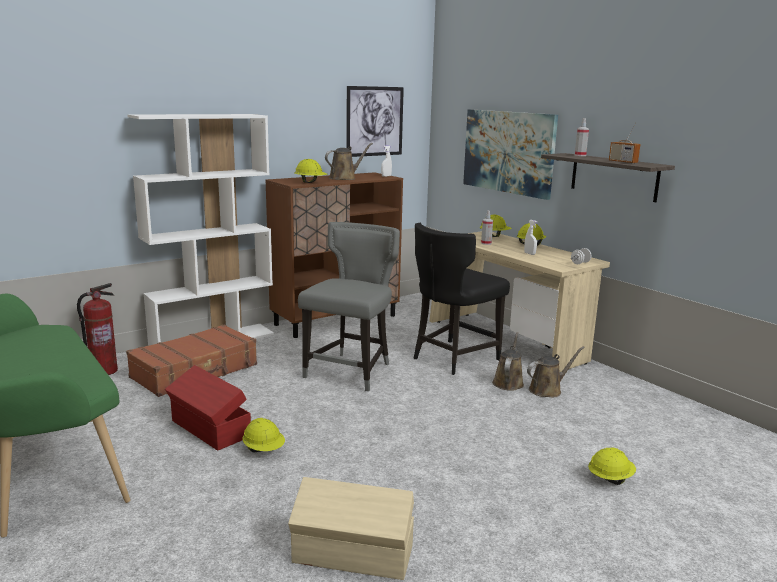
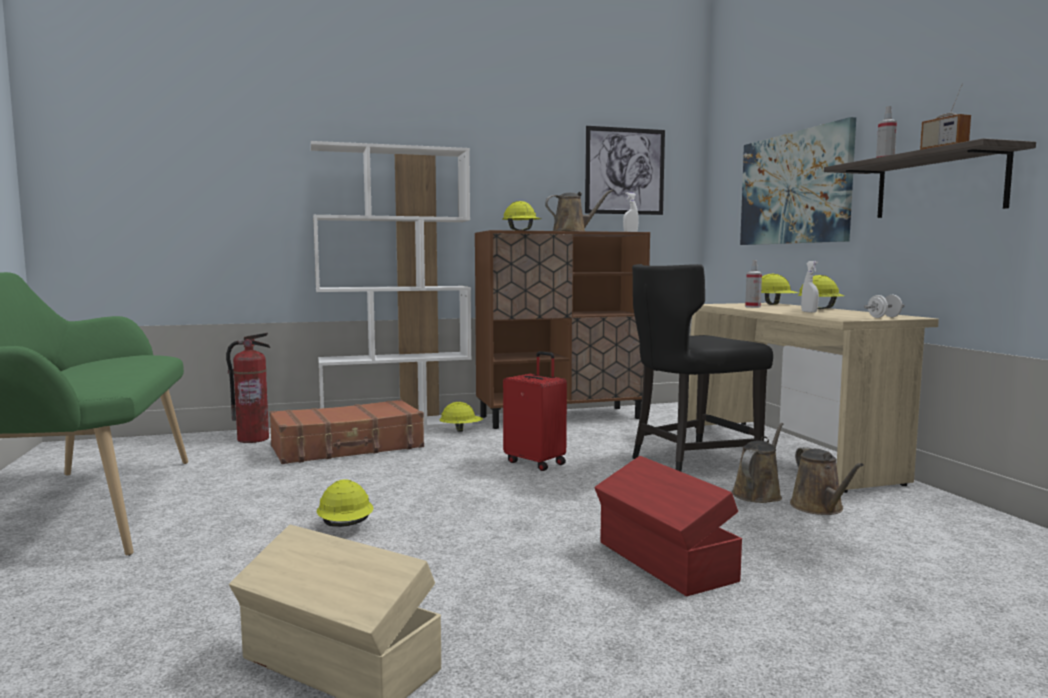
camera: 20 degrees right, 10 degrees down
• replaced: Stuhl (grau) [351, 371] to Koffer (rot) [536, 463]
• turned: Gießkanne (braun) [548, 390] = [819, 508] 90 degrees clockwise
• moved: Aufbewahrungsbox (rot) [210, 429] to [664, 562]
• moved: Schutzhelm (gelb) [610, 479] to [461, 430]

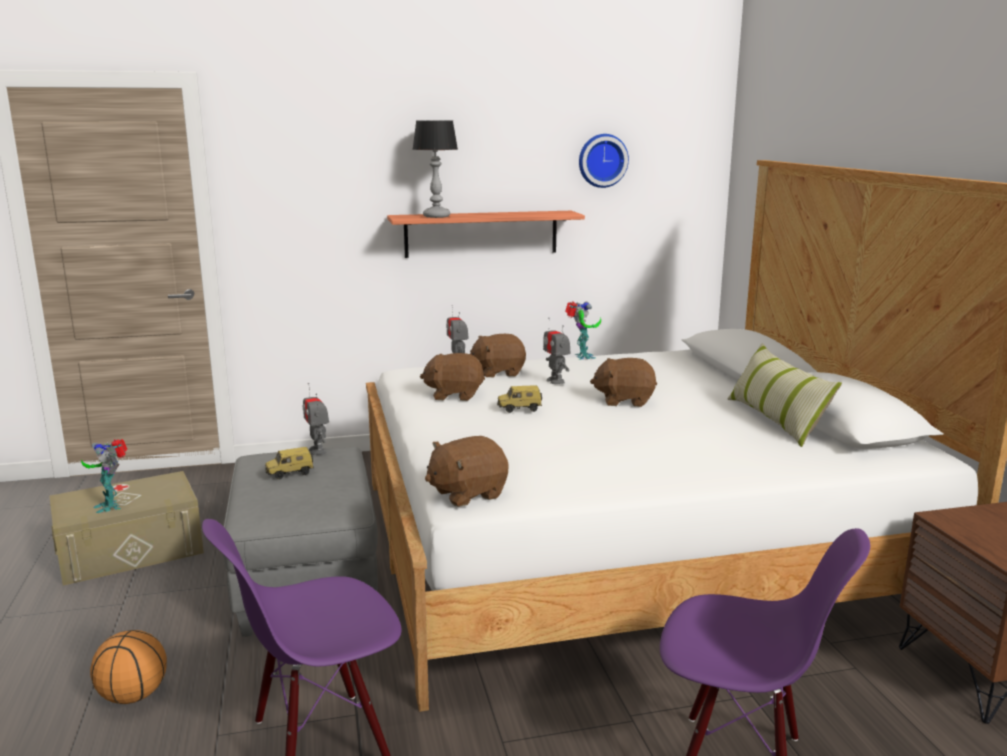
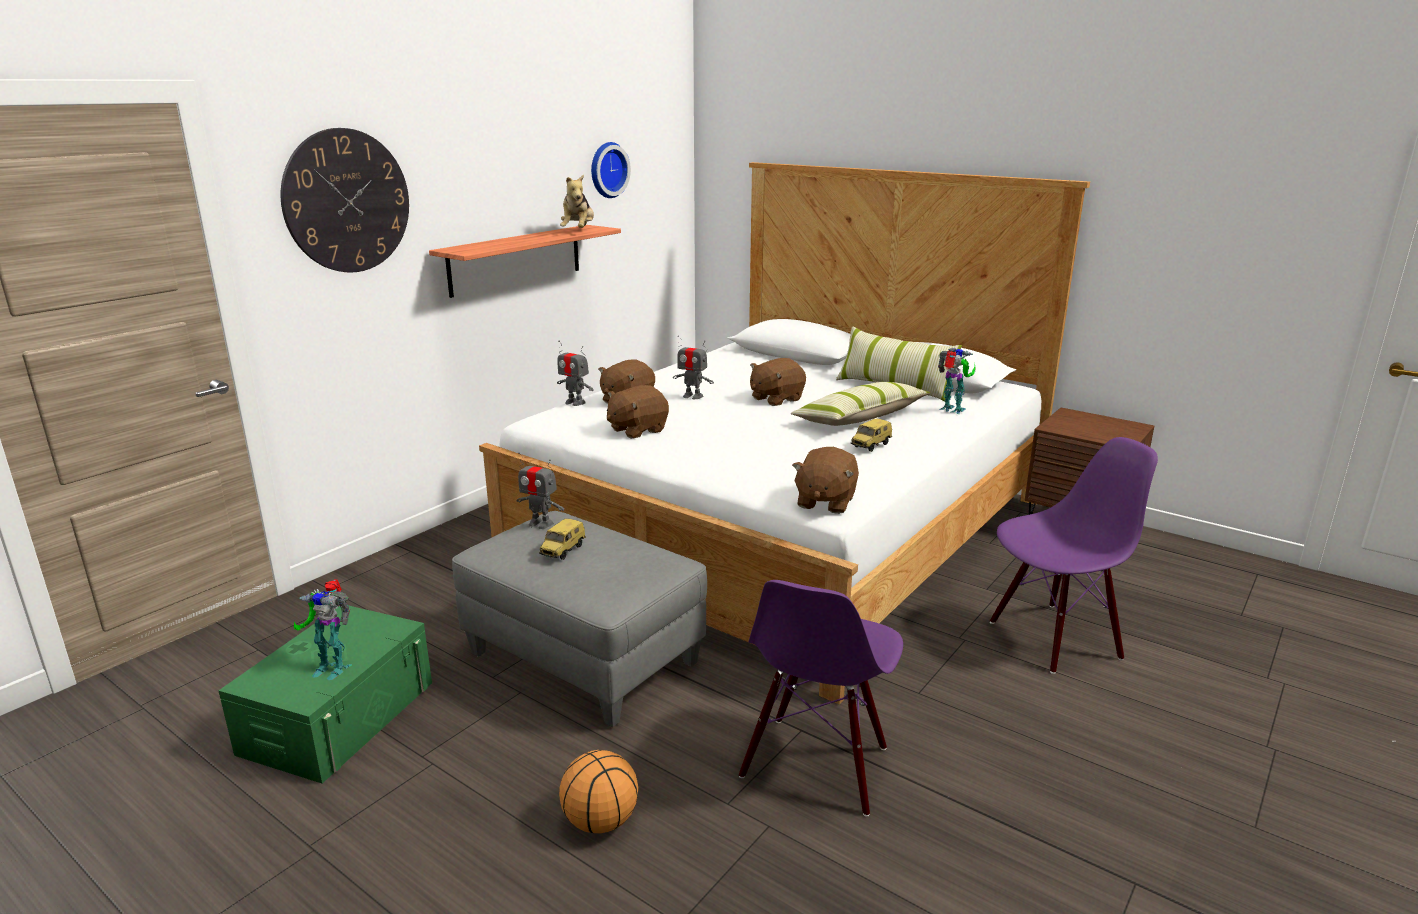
camera: 40 degrees left, 5 degrees up
• removed: Tischlampe [436, 216]
• moved: Spielzeugroboter [582, 357] to [952, 410]
• moved: Spielzeugauto [519, 409] to [871, 446]
• recoloured: Aufbewahrungsbox (beige) [130, 550] to Aufbewahrungsbox (grün) [338, 717]
• added: Wanduhr [347, 201]
• added: Plüschtier [578, 231]
• added: Kissen [860, 418]

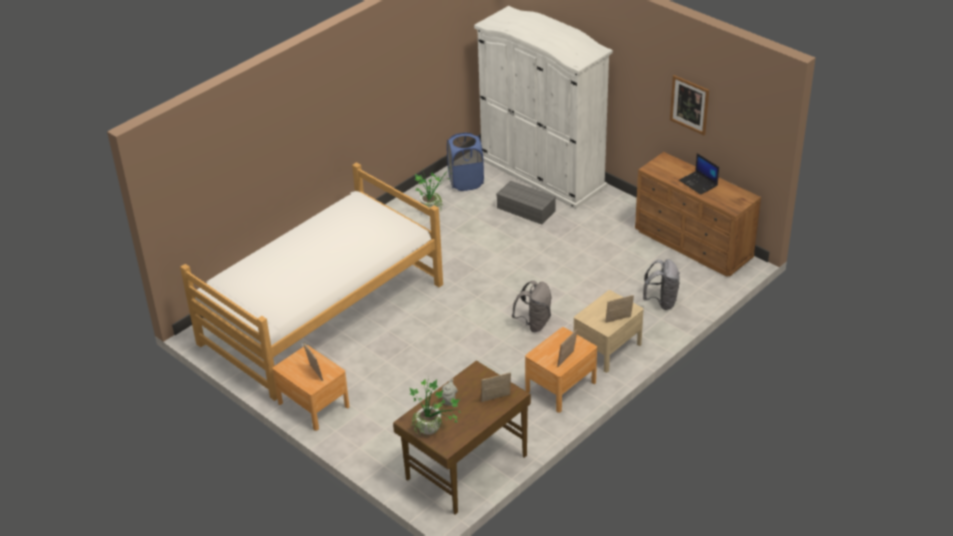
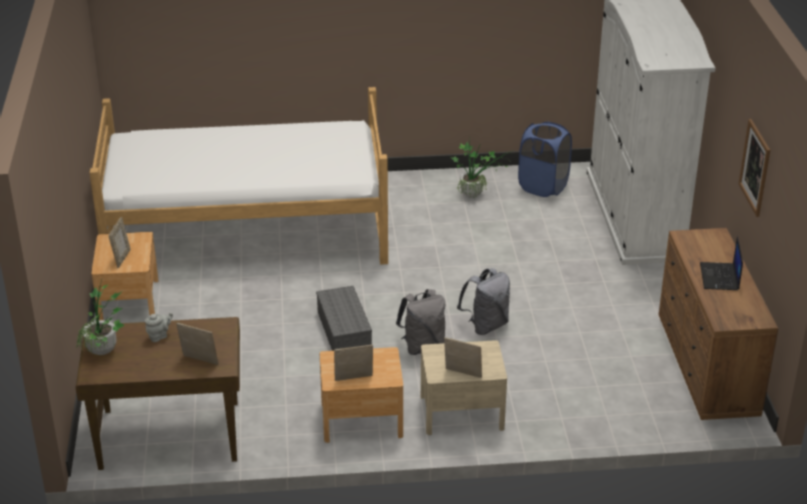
camera: 40 degrees right, 5 degrees down
• moved: Aufbewahrungsbox (grau) [527, 209] to [345, 331]
• moved: Rucksack (grau) [661, 302] to [486, 325]

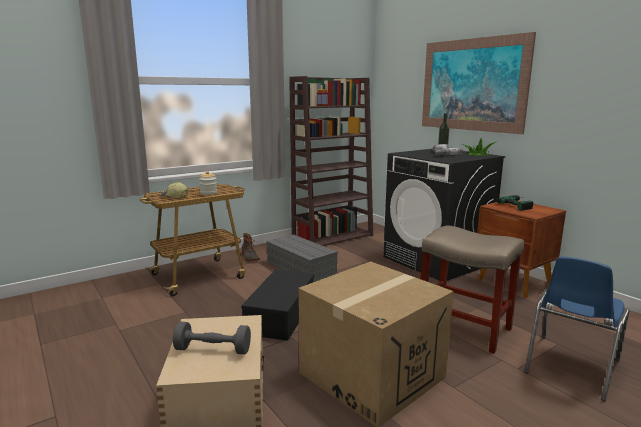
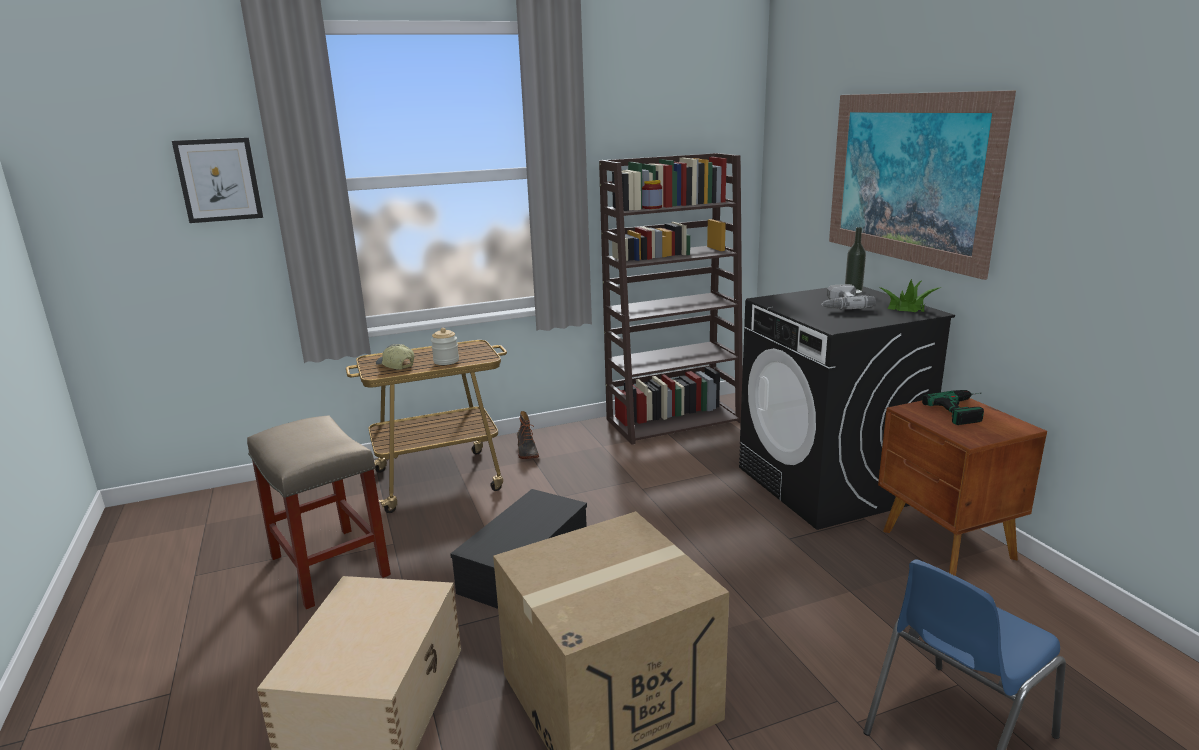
camera: 15 degrees right, 5 degrees up
• moved: Hocker (beige) [465, 328] to [330, 566]
• removed: Aufbewahrungsbox (grau) [302, 268]
• removed: Hantel (grau) [213, 350]
• added: Bild [219, 180]

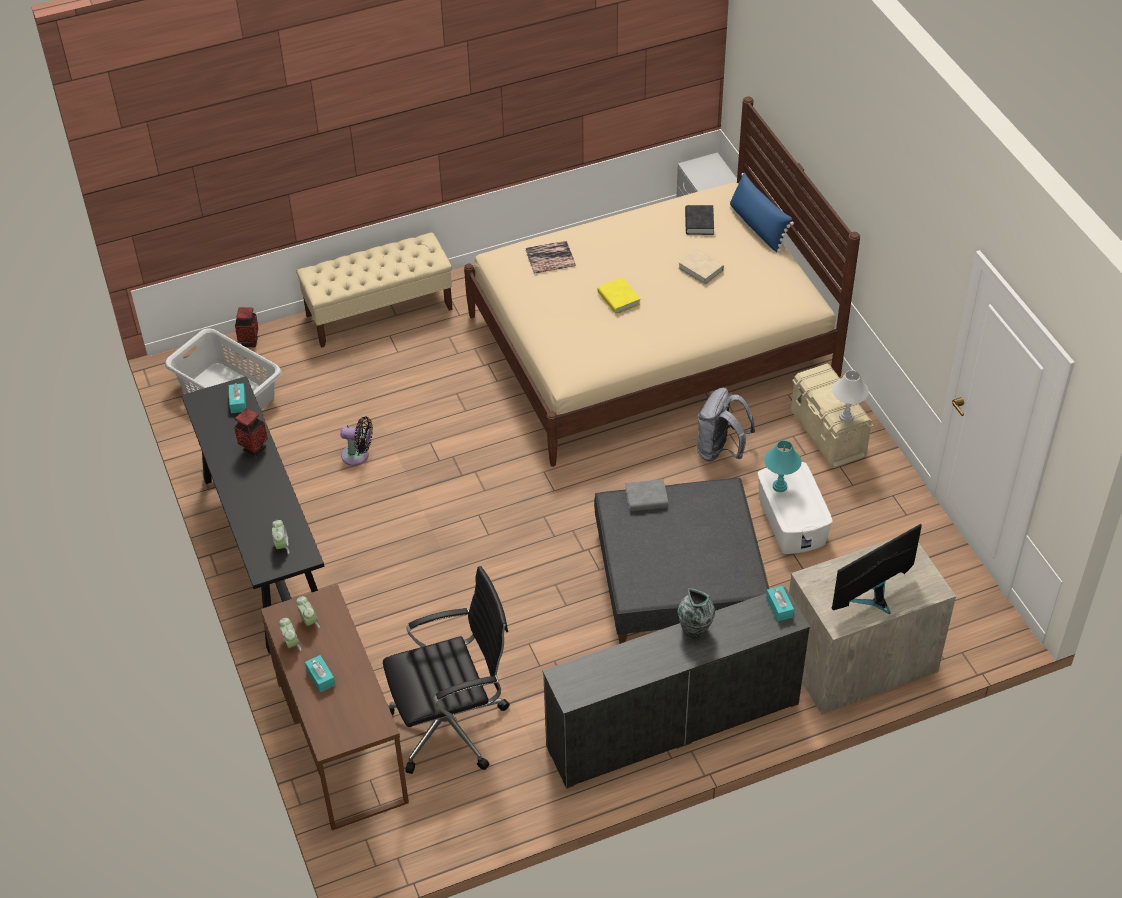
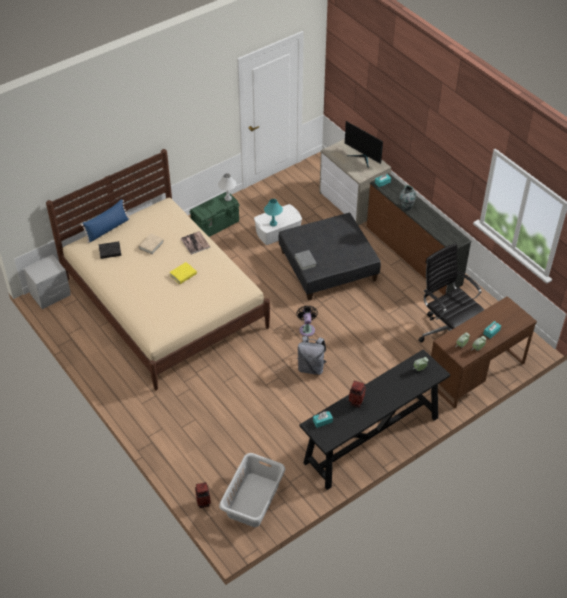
camera: 105 degrees left, 0 degrees up
• removed: Bank (beige) [379, 312]
• moved: Buch [550, 258] to [195, 243]
• recoloured: Aufbewahrungsbox (beige) [827, 434] to Aufbewahrungsbox (grün) [216, 226]
• moved: Rucksack (grau) [720, 451] to [311, 367]
• moved: Ventilator (schwarz) [358, 455] to [307, 329]

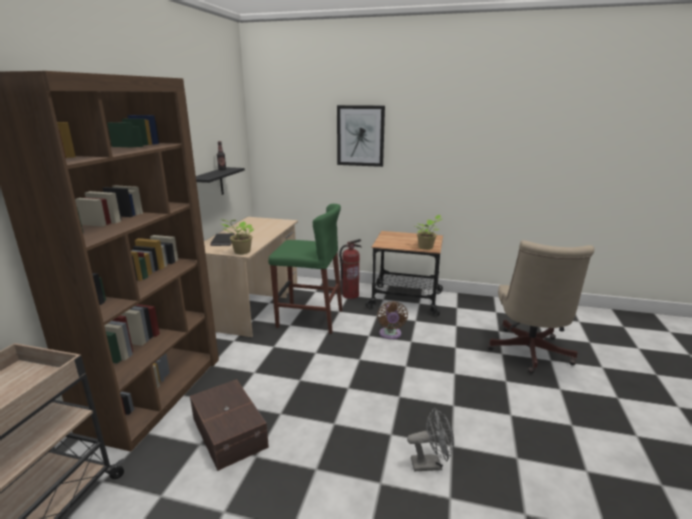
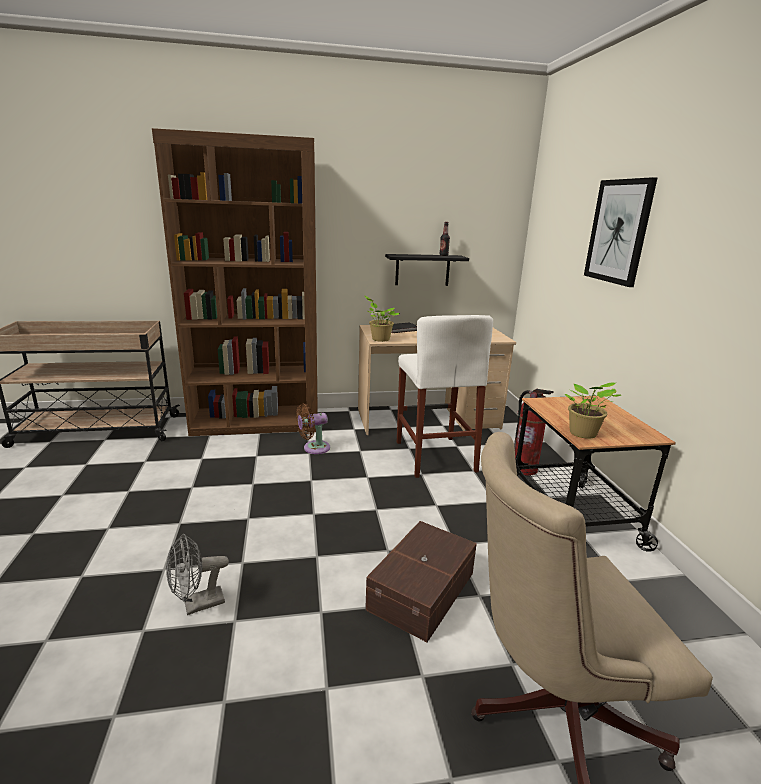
camera: 65 degrees right, 0 degrees up
• recoloured: Hocker (grün) [310, 318] to Hocker (weiß) [435, 456]
• moved: Ventilator (braun) [390, 335] to [313, 448]
• moved: Aufbewahrungsbox (braun) [230, 431] to [423, 591]
• turned: Ventilator (grau) [431, 464] = [197, 605] 90 degrees clockwise

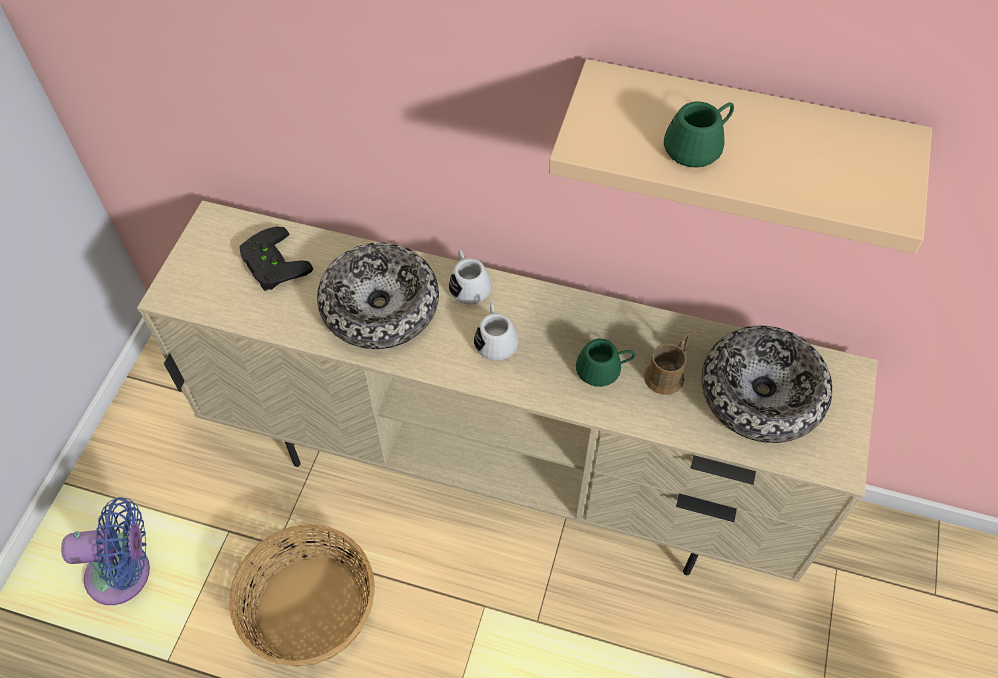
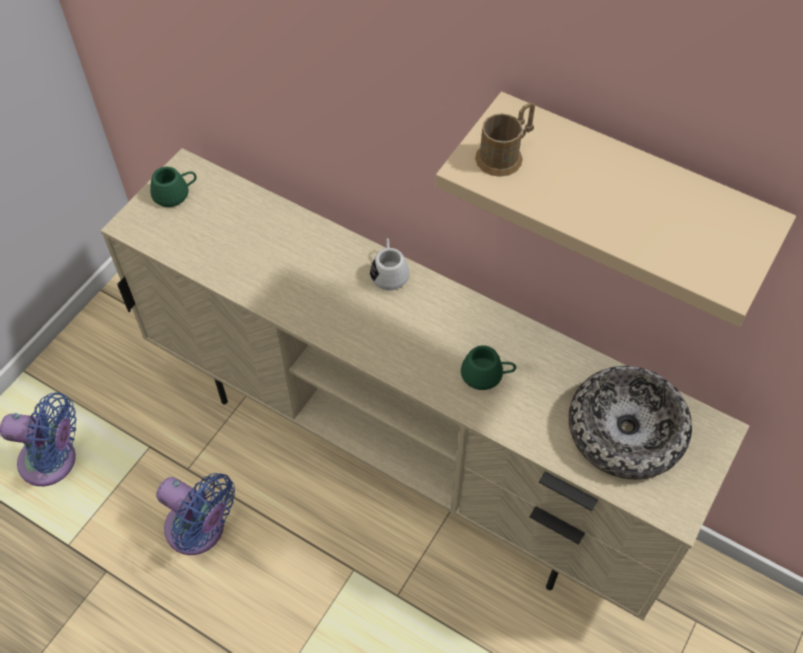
camera: 15 degrees right, 0 degrees up
• moved: Henkelbecher (grün) [698, 145] to [175, 193]
• removed: Gamepad (schwarz) [270, 264]
• removed: Schüssel [380, 306]
• removed: Henkelbecher (weiß) [495, 339]
• moved: Henkelbecher (braun) [667, 373] to [505, 155]
• replaced: Korb [309, 607] to Ventilator (blau) [200, 530]

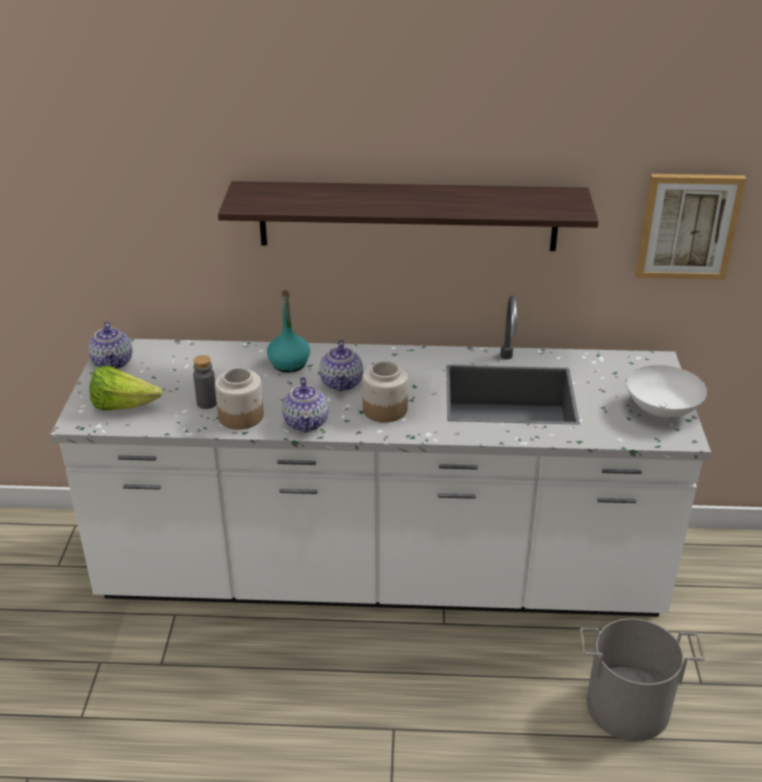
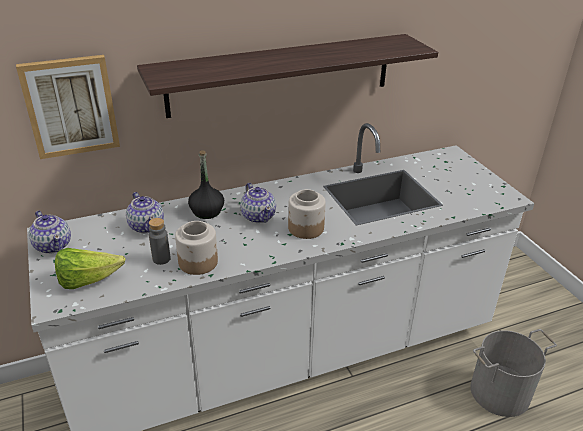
camera: 25 degrees left, 0 degrees up
• moved: Bild [687, 226] to [71, 106]
• recoloured: Flasche (türkis) [289, 364] to Flasche (schwarz) [207, 212]
• removed: Schüssel (weiß) [661, 409]
• moved: Teekanne [306, 422] to [147, 226]

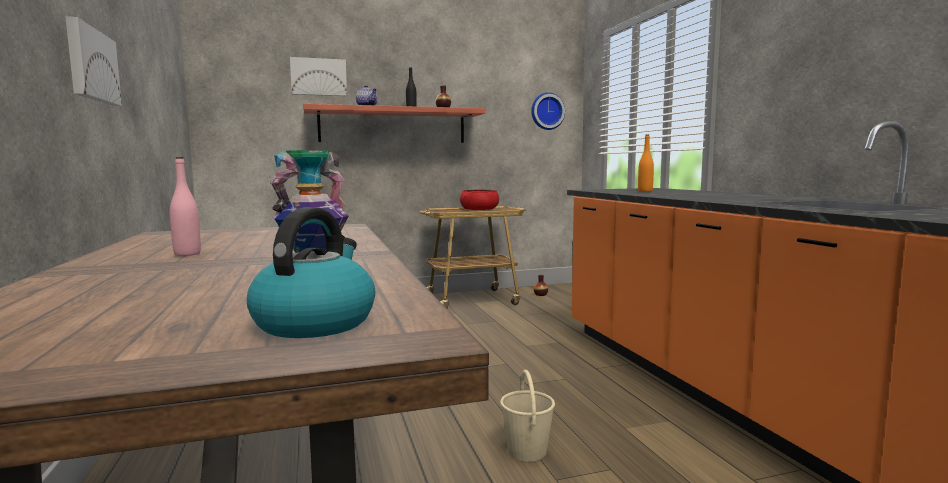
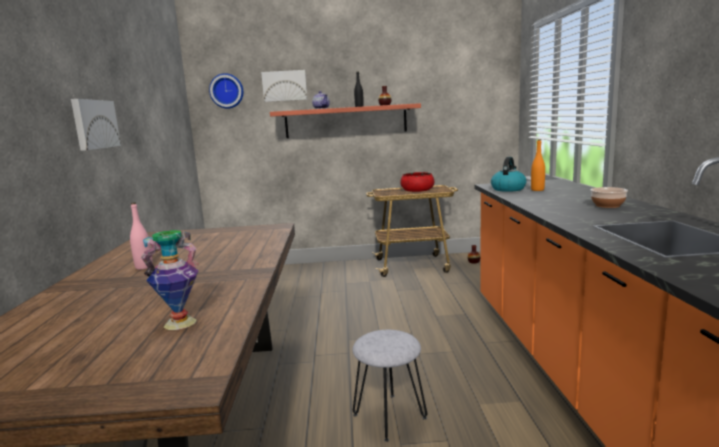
camera: 15 degrees right, 5 degrees up
• moved: Wanduhr [546, 111] to [227, 91]
• moved: Wasserkessel [315, 322] to [508, 189]
• replaced: Eimer (beige) [527, 451] to Hocker (grau) [390, 416]
• added: Schüssel [608, 205]

